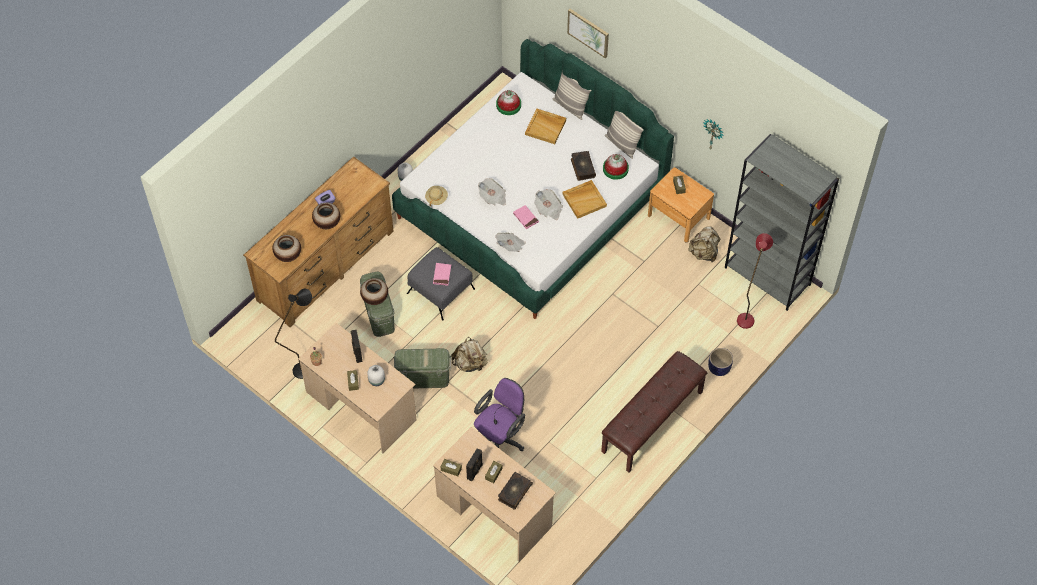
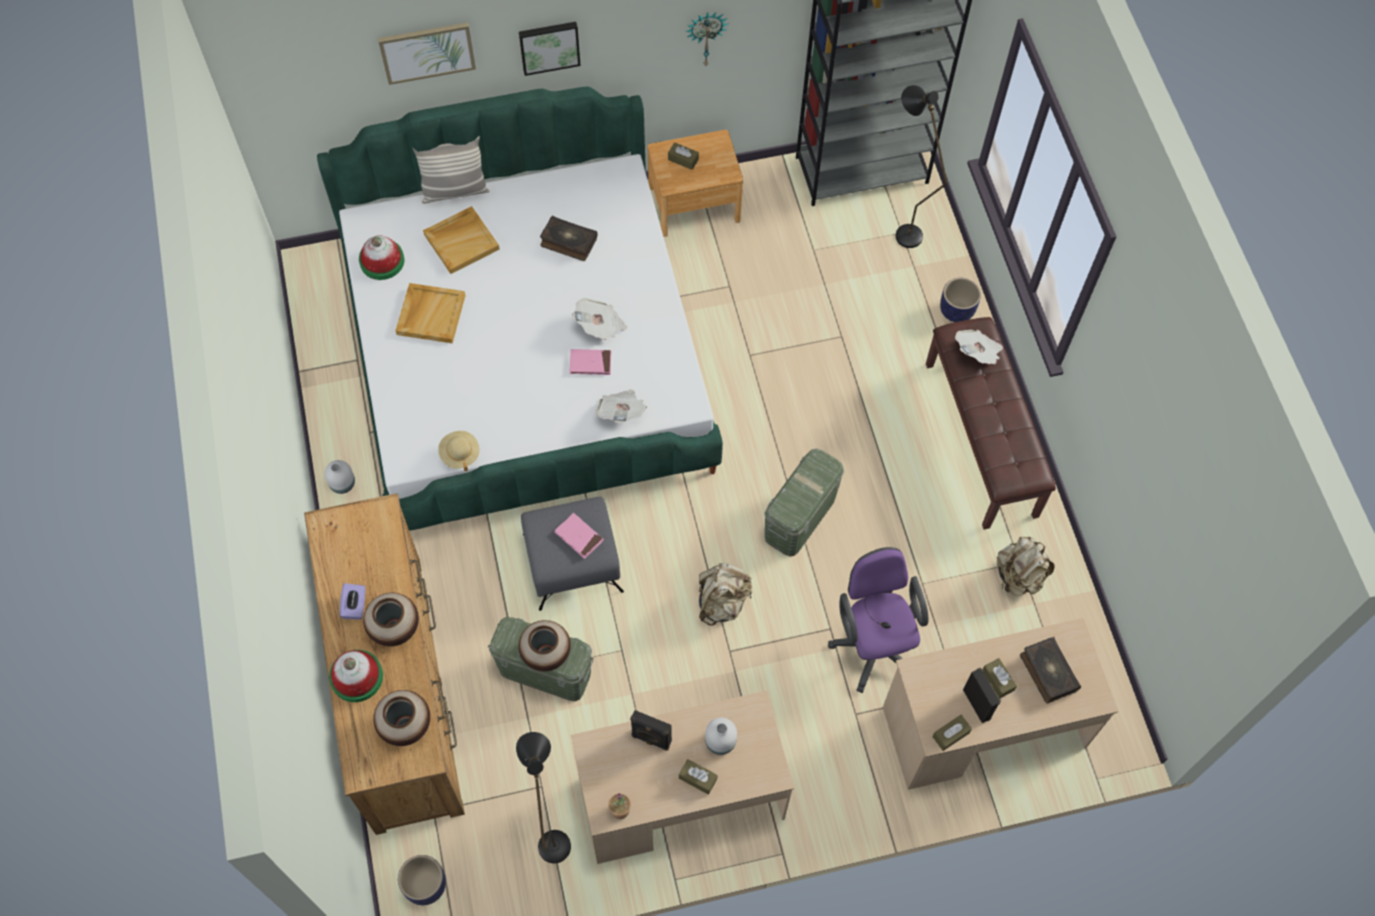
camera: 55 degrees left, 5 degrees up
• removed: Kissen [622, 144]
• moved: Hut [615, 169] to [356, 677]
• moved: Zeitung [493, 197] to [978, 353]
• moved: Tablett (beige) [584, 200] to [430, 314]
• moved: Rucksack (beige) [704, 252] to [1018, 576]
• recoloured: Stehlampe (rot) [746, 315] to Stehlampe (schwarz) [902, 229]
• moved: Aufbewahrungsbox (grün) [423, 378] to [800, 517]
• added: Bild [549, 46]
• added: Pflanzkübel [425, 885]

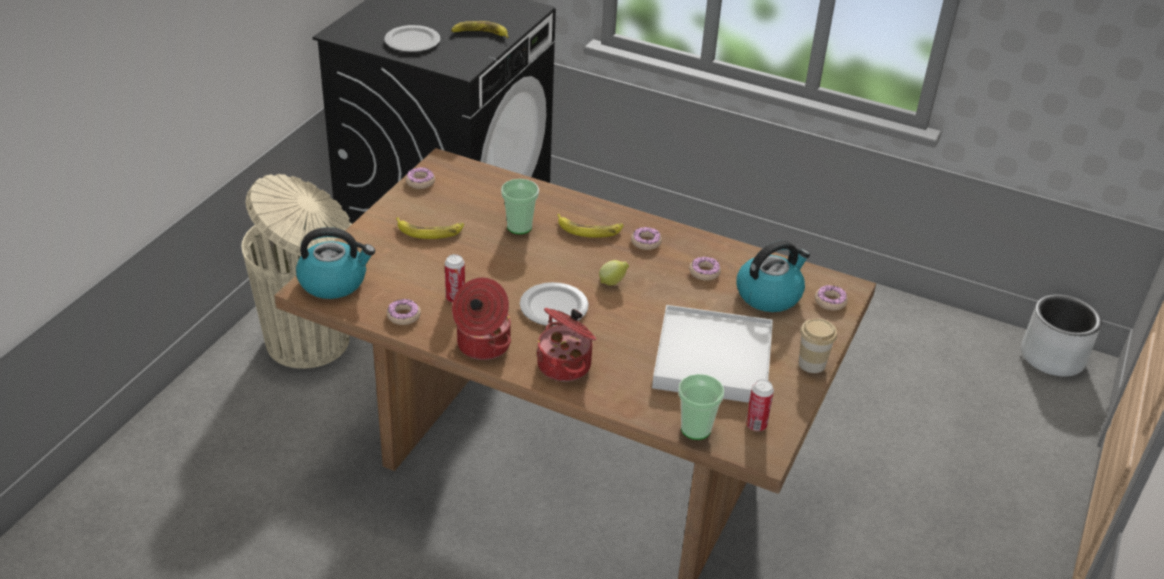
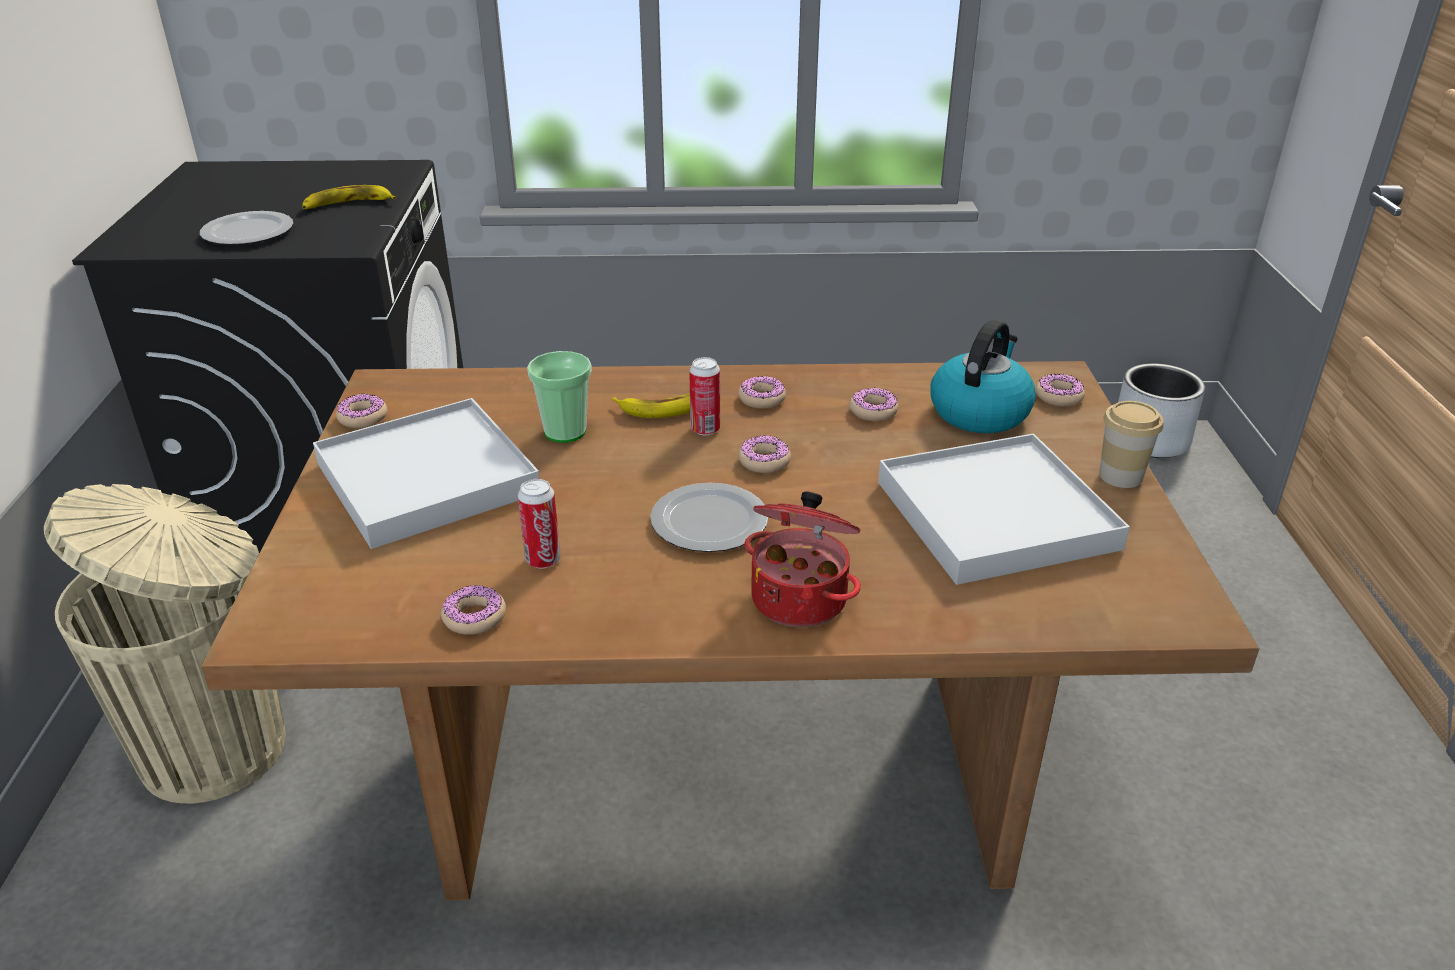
camera: 25 degrees left, 5 degrees down
• replaced: Banane [430, 231] to Tablett (weiß) [427, 478]
• removed: Wasserkessel [334, 282]
• replaced: Zitrone [613, 282] to Donut [764, 461]
• removed: Kochtopf [482, 345]
• removed: Tasse [695, 429]
• moved: Dose [756, 425] to [705, 429]

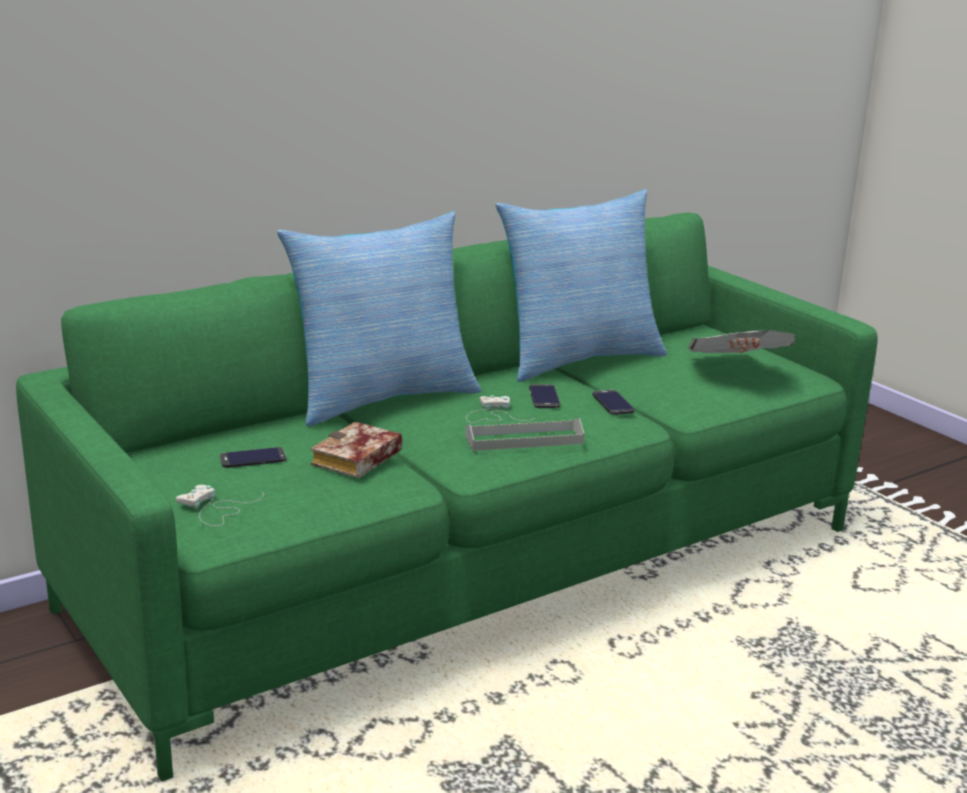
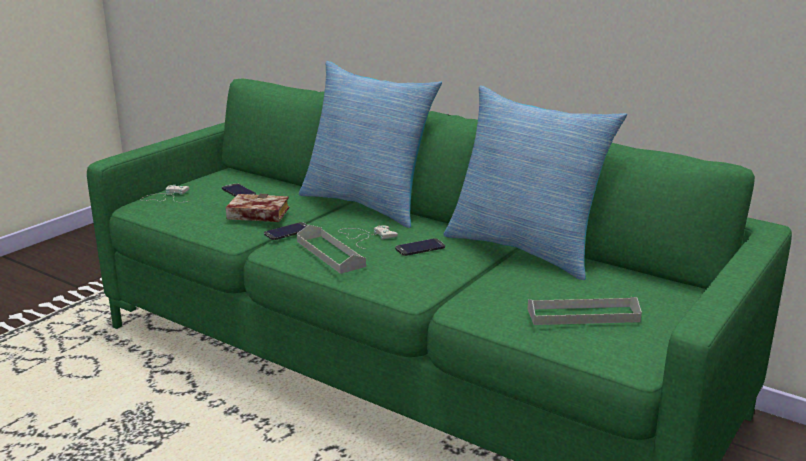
camera: 70 degrees right, 0 degrees up
• replaced: Zeitung [736, 371] to Tablett (grau) [583, 315]
• moved: Handy [613, 403] to [288, 232]

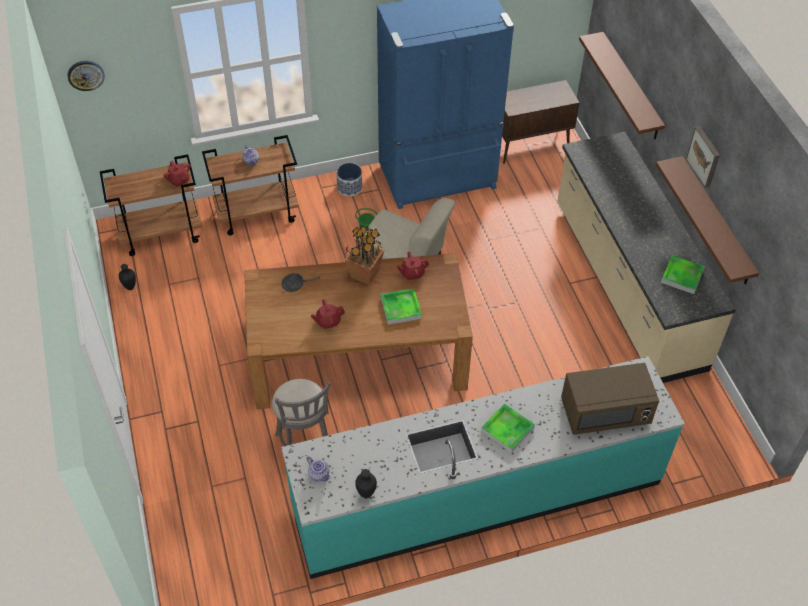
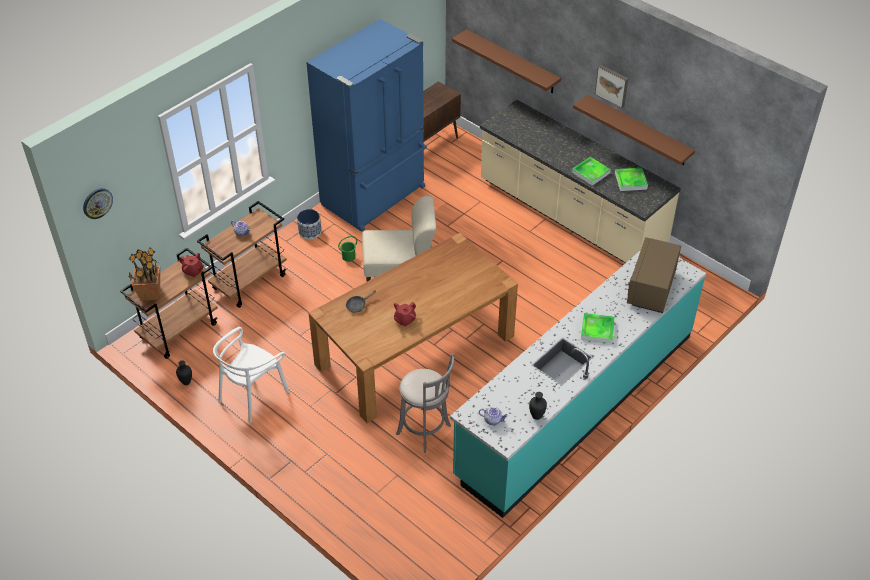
camera: 30 degrees left, 5 degrees down
• moved: Topfpflanze [365, 274] to [150, 293]
• removed: Teekanne (rot) [412, 273]
• moved: Tablett [401, 308] to [591, 173]
• turned: Mikrowelle (braun) [605, 412] = [651, 289] 150 degrees clockwise
• added: Stuhl (weiß) [252, 395]

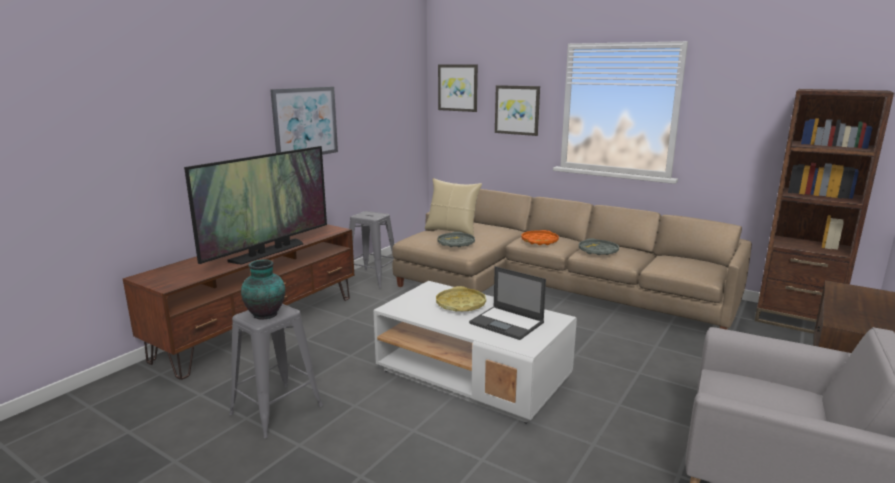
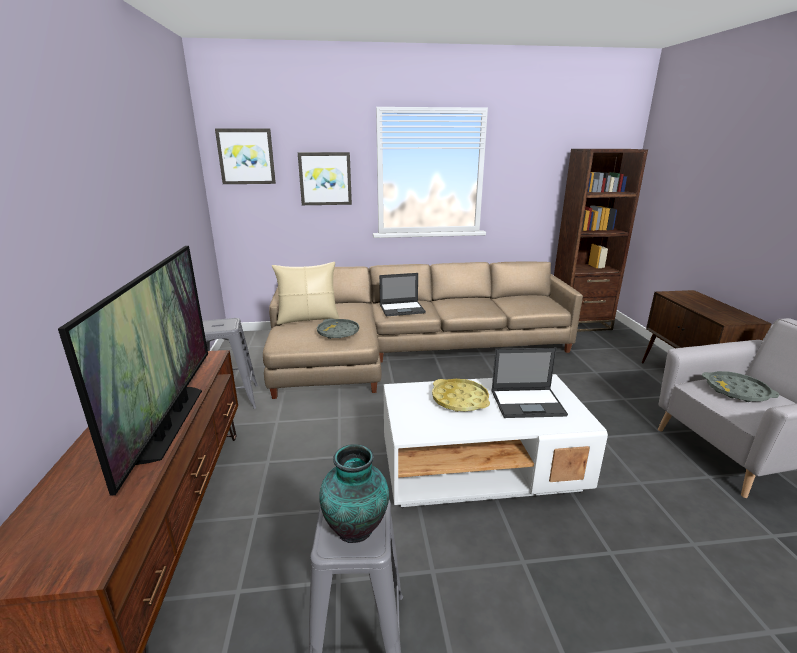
camera: 40 degrees left, 5 degrees up
• removed: Bild [305, 122]
• replaced: Tablett (orange) [539, 241] to Laptop [402, 309]
• moved: Tablett (grau) [598, 251] to [736, 391]

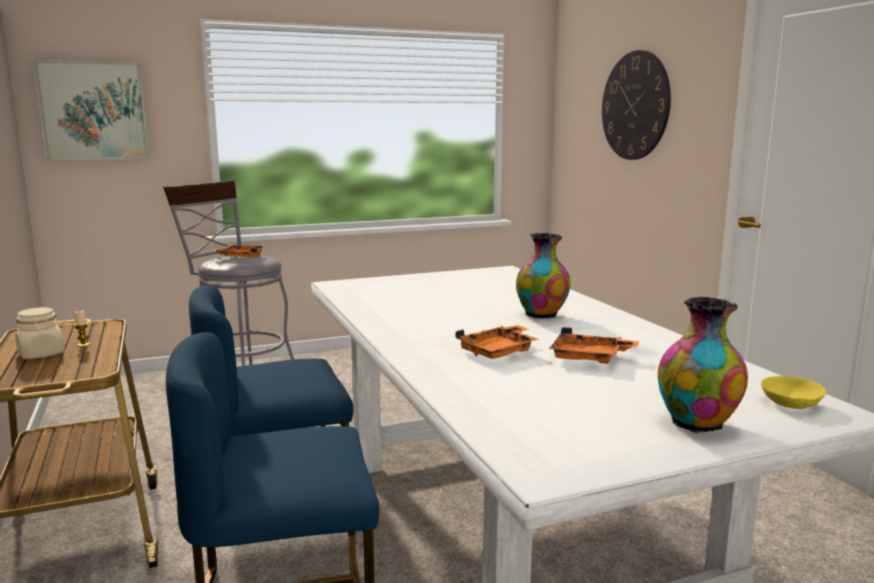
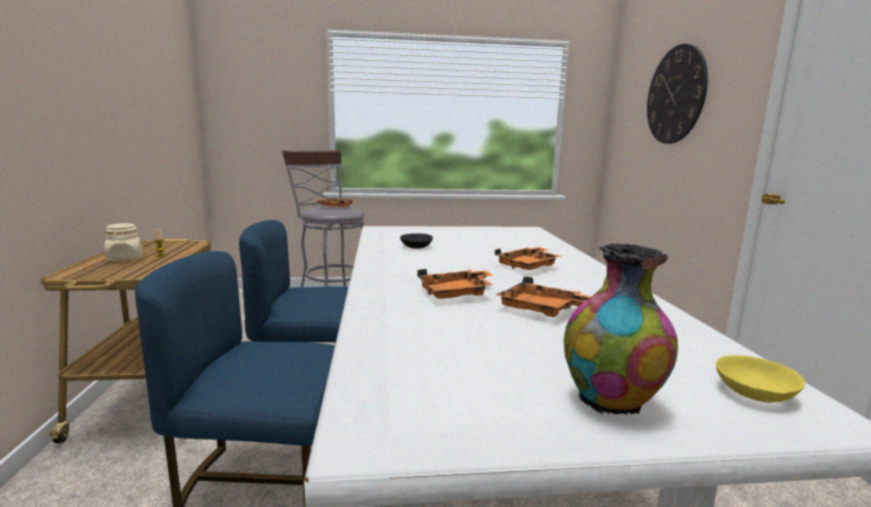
camera: 15 degrees right, 0 degrees up
• removed: Bild [93, 111]
• replaced: Vase [542, 315] to Tablett (orange) [528, 266]
• added: Schüssel (schwarz) [416, 247]

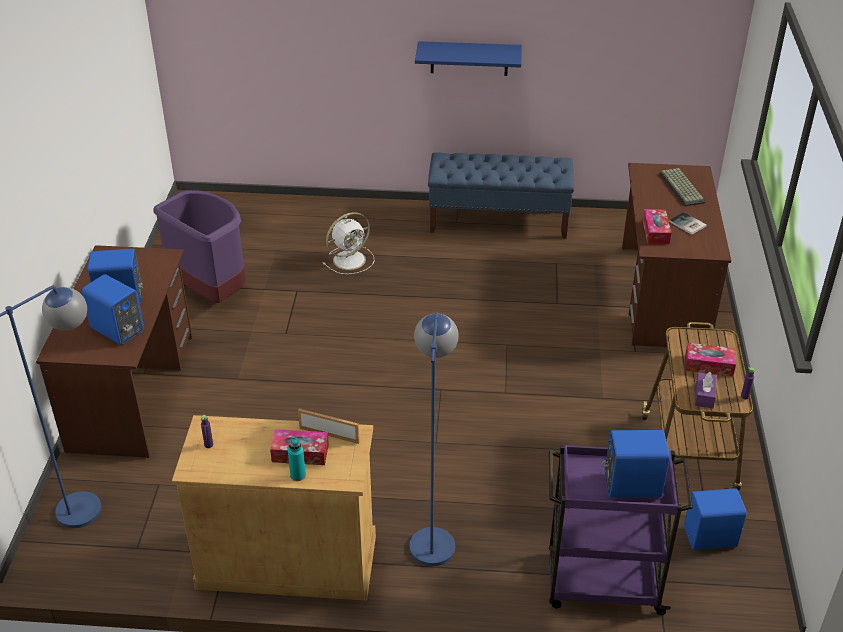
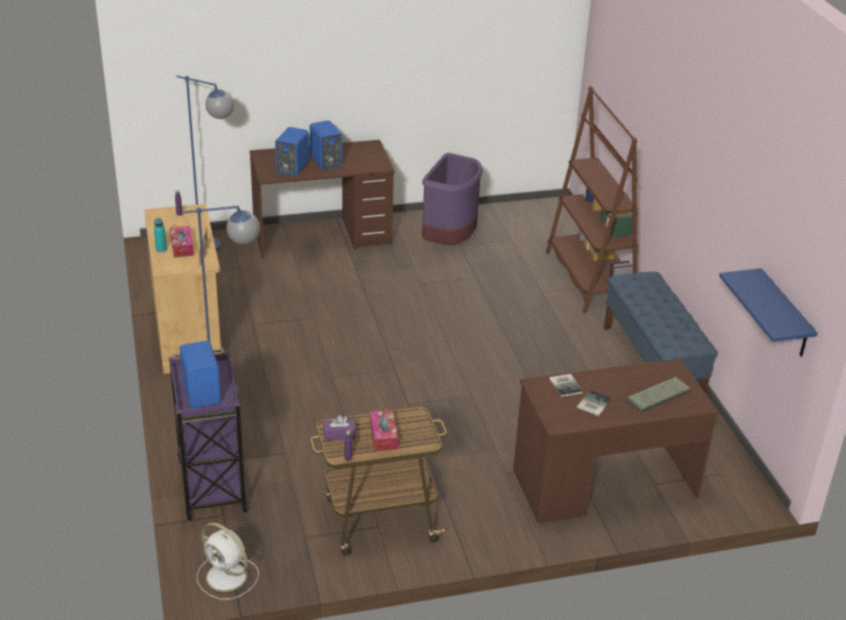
camera: 70 degrees right, 5 degrees down
• moved: Wandregal (blau) [469, 58] to [784, 315]
• replaced: Taschentuchbox [655, 232] to Buch [566, 385]
• moved: Ventilator (weiß) [350, 259] to [228, 577]
• removed: Lautsprecher (blau) [711, 538]
• added: Bücherregal (braun) [589, 278]

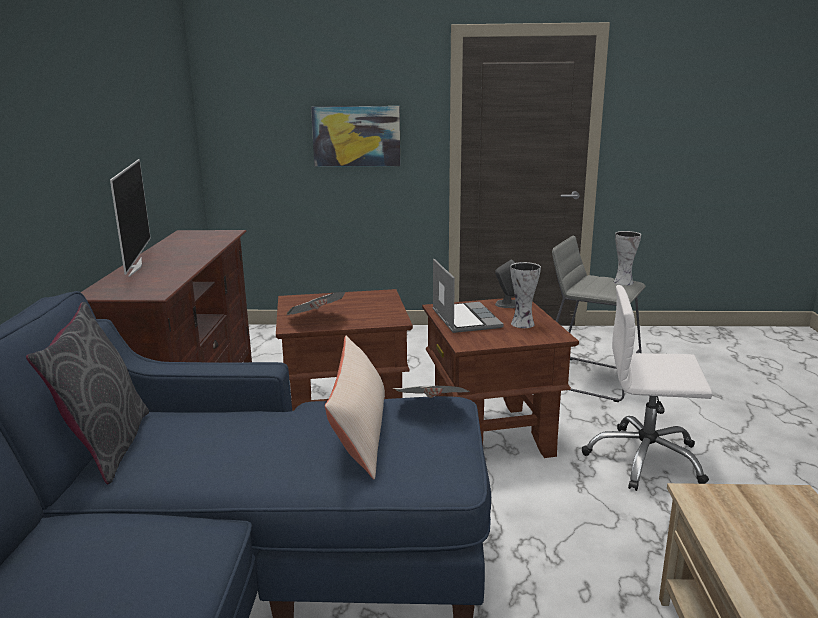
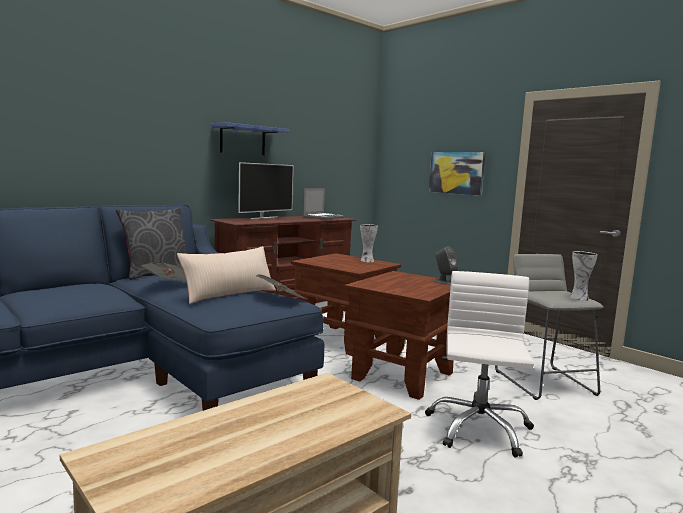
camera: 45 degrees right, 10 degrees down
• moved: Laptop [464, 319] to [323, 217]
• moved: Vase [522, 324] to [366, 261]
• turned: Bürostuhl (weiß) [645, 459] = [478, 428] 45 degrees clockwise
• moved: Zeitung [316, 319] to [169, 285]
• added: Wandregal (blau) [242, 140]

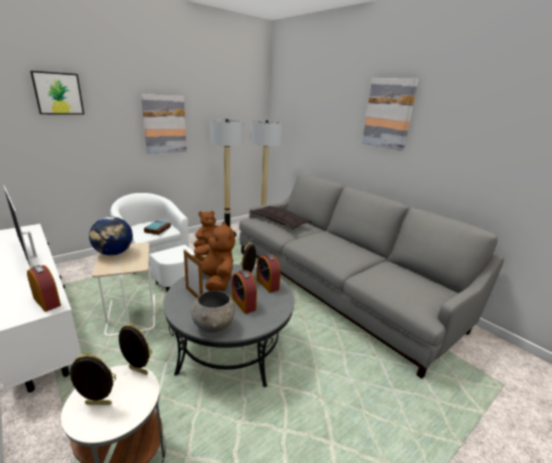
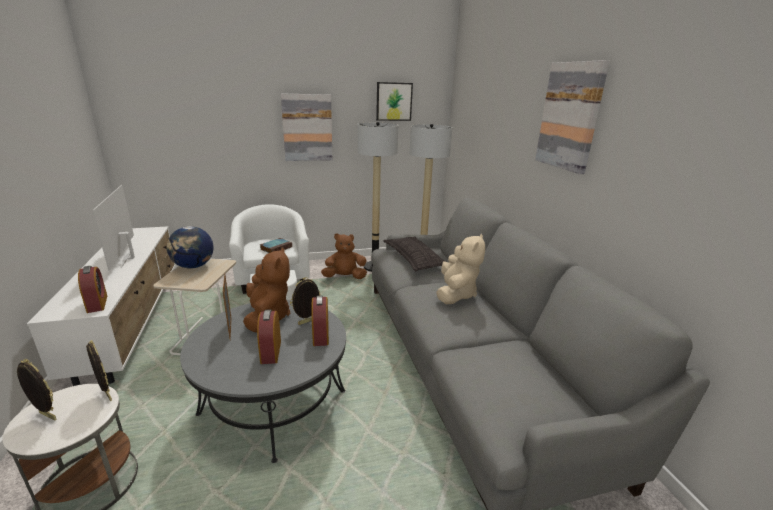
camera: 25 degrees right, 0 degrees up
• moved: Bild [58, 93] to [393, 101]
• removed: Schüssel (grau) [214, 326]
• added: Plüschtier (beige) [456, 294]

